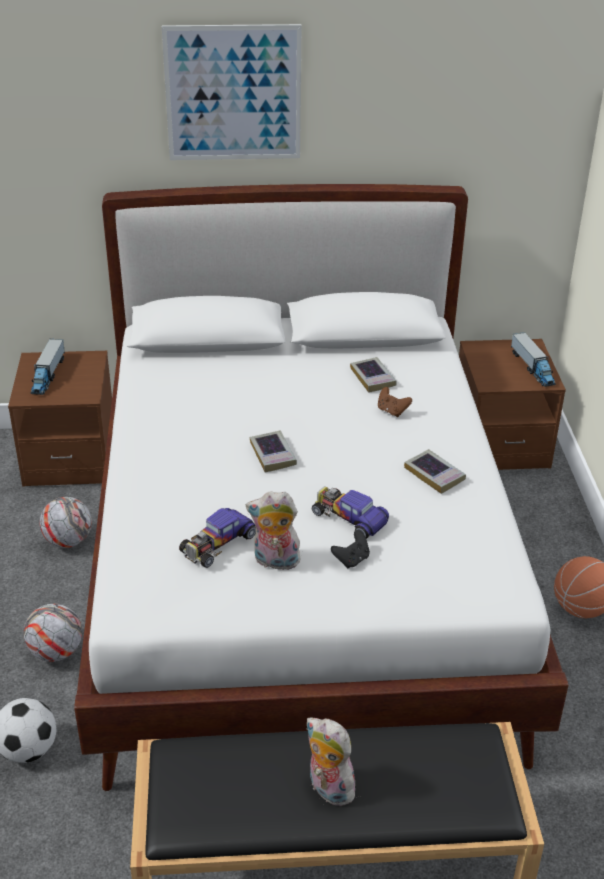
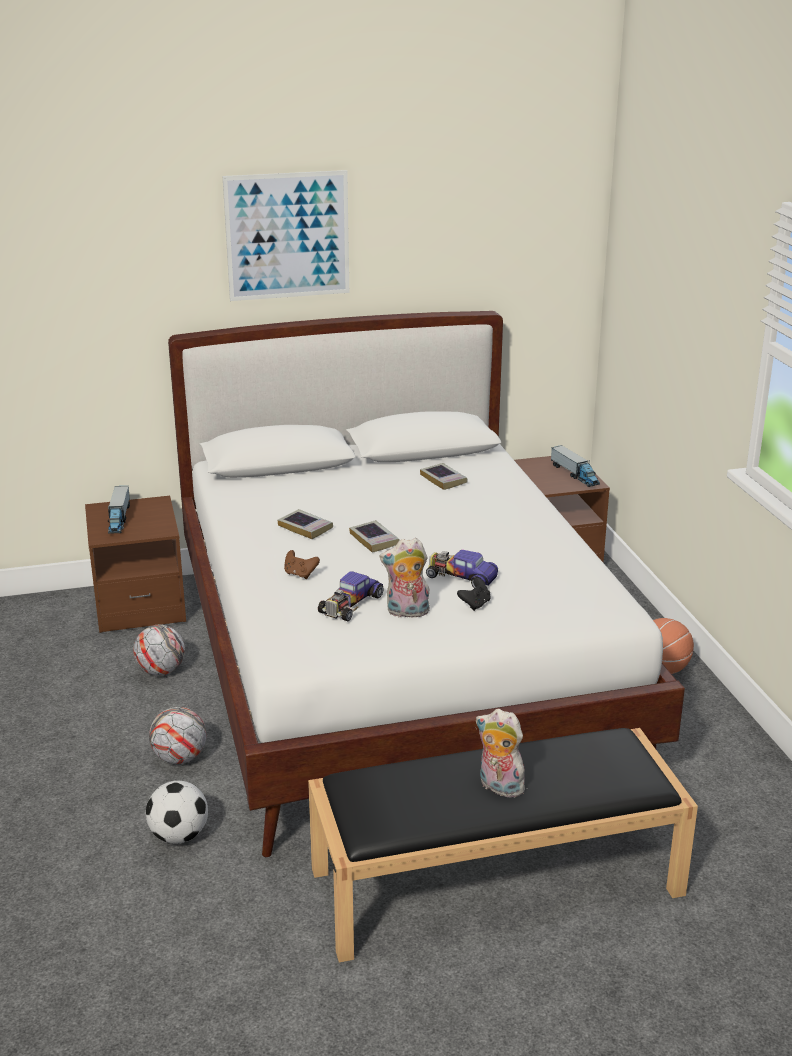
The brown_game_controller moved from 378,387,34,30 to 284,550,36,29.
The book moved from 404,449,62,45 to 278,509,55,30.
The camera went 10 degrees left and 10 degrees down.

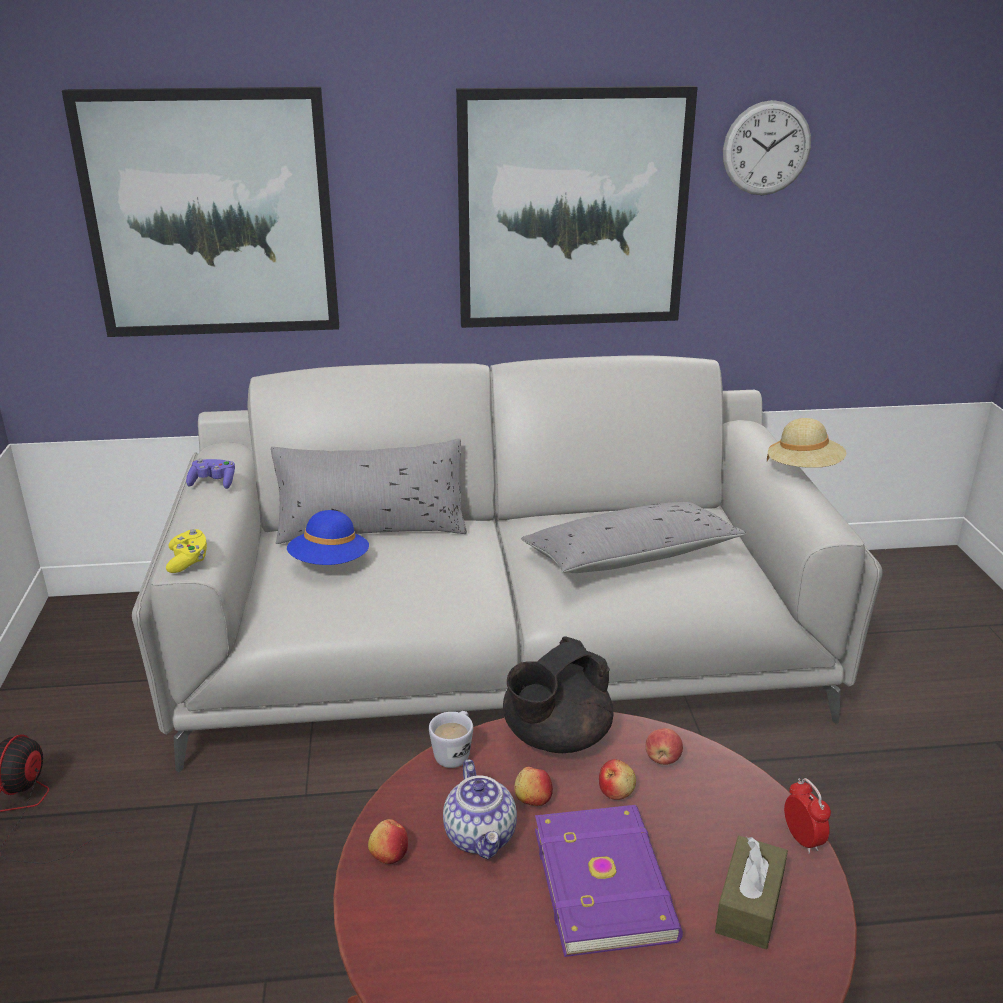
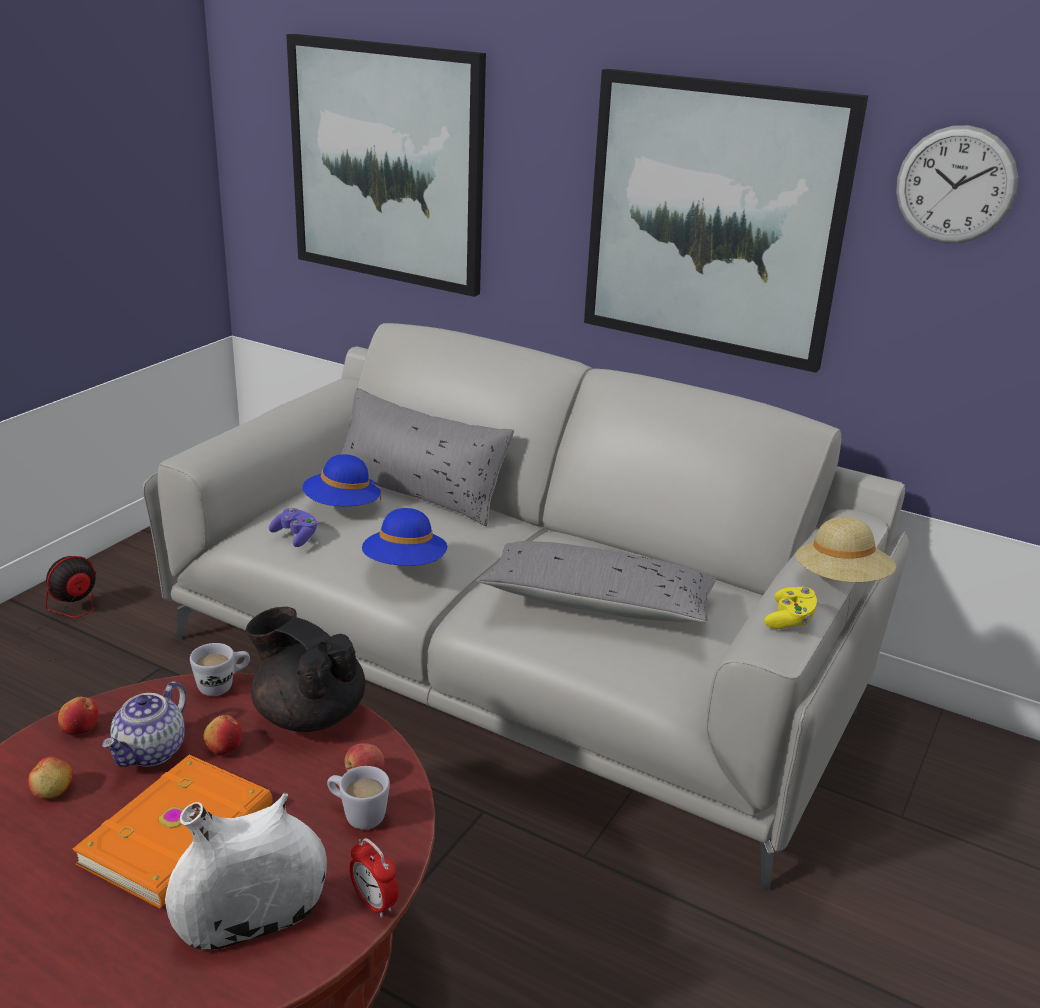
The yellow_game_controller moved from 166,529,41,44 to 764,587,53,42.
The purple_game_controller moved from 186,459,49,30 to 269,508,49,39.
The black_teapot at 503,637,110,116 turned 45 degrees clockwise.
The purple_book at 535,805,148,152 became the orange_book at 73,755,200,153.
The apple moved from 599,759,37,41 to 28,756,45,43.
The brown_tissue_box at 715,836,73,113 was replaced by the white_vase at 165,793,162,157.
The alarm_clock at 784,778,47,76 turned 120 degrees clockwise.
The white_mug at 327,766,63,64 appeared.
The blue_hat at 362,508,85,58 appeared.
The camera went 35 degrees right and 0 degrees up.

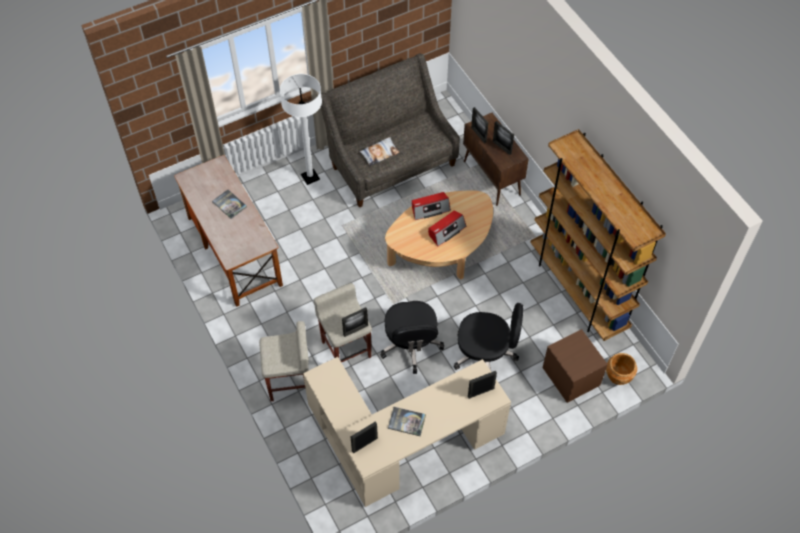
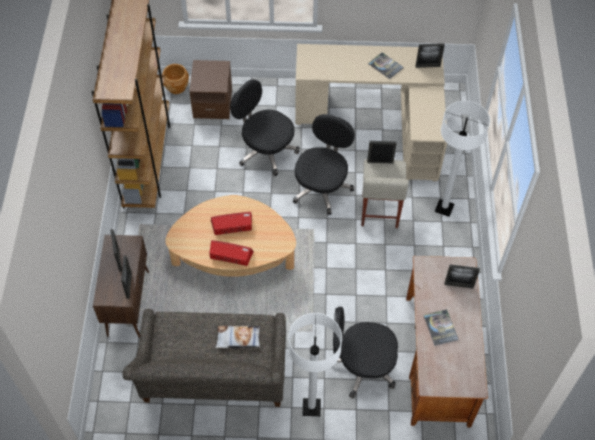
The beige_stool at 259,321,50,80 was replaced by the white_floor_lamp at 435,101,55,116.
The picture_frame moved from 468,371,29,28 to 445,265,35,23.
The black_office_chair at 333,307,65,91 appeared.
The camera went 150 degrees left and 0 degrees up.

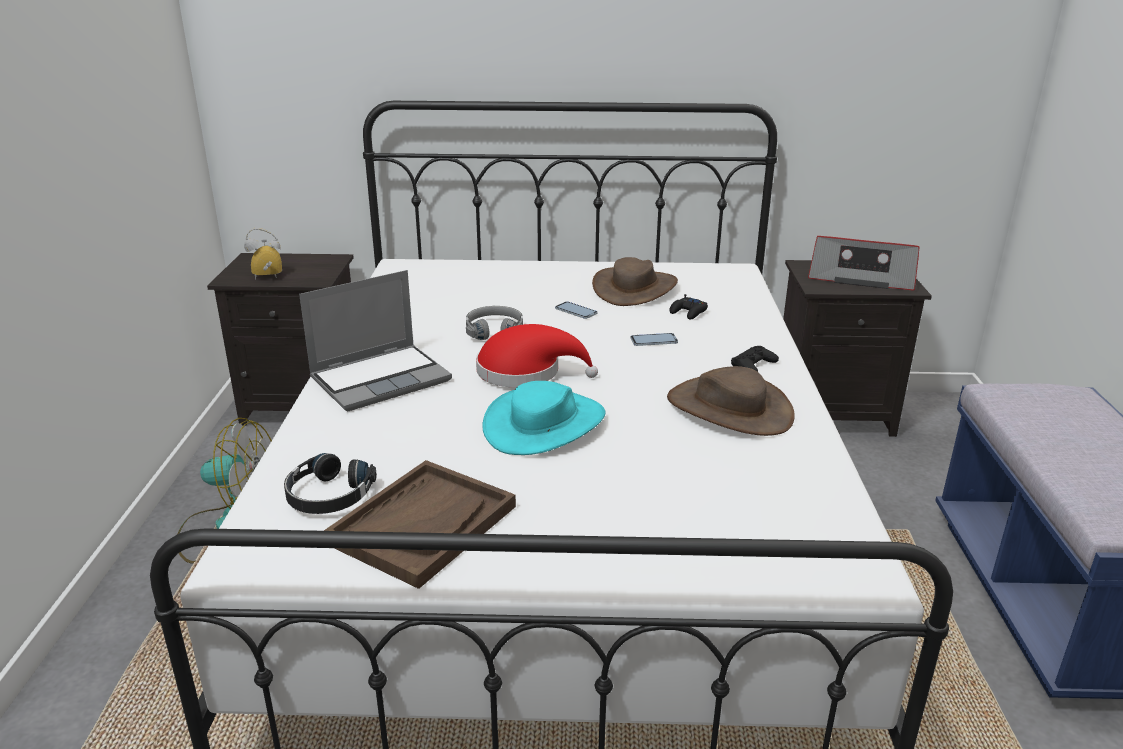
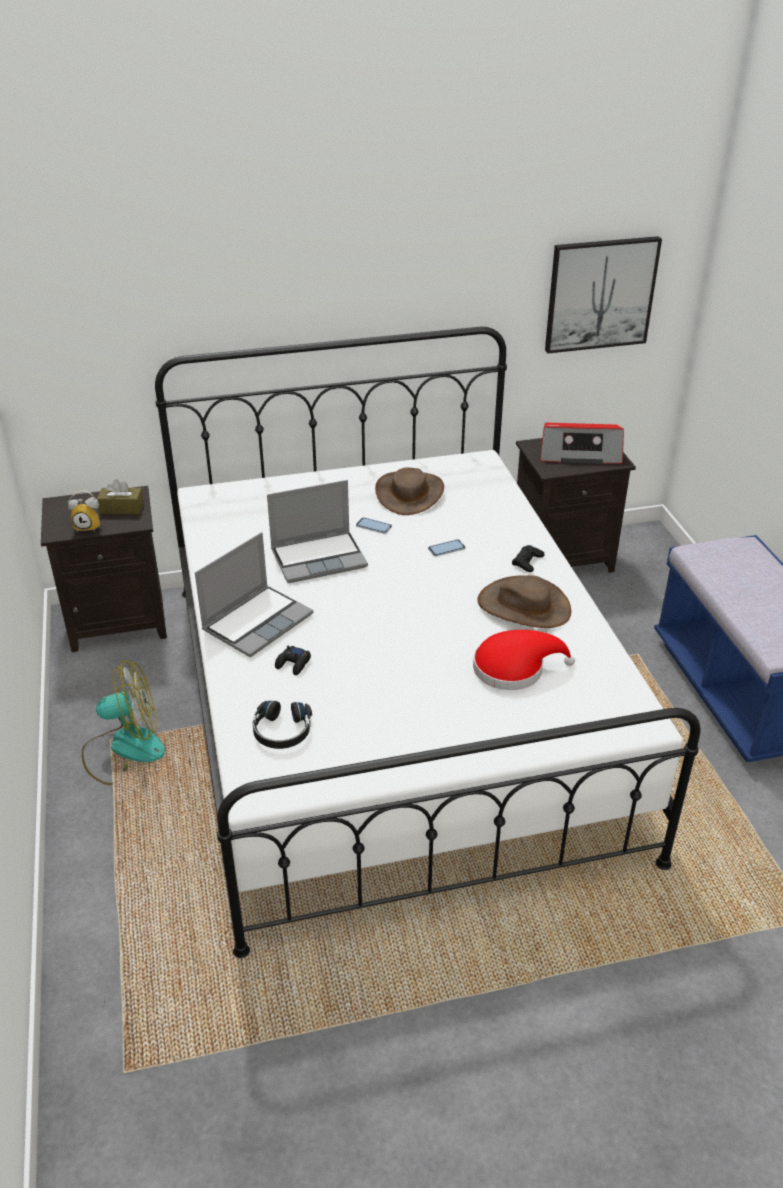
The alarm_clock at 244,228,38,52 turned 150 degrees counterclockwise.
The brown_tray at 324,460,192,129 disappeared.
The grey_headphones at 466,306,57,34 was replaced by the laptop at 267,480,101,103.
The red_hat moved from 476,324,122,63 to 473,630,102,60.
The turquoise_hat at 482,381,123,74 disappeared.
The black_game_controller moved from 669,294,39,26 to 275,646,36,29.
The brown_tissue_box at 97,479,47,35 appeared.
The picture at 545,236,117,117 appeared.
The camera went 15 degrees left and 10 degrees up.

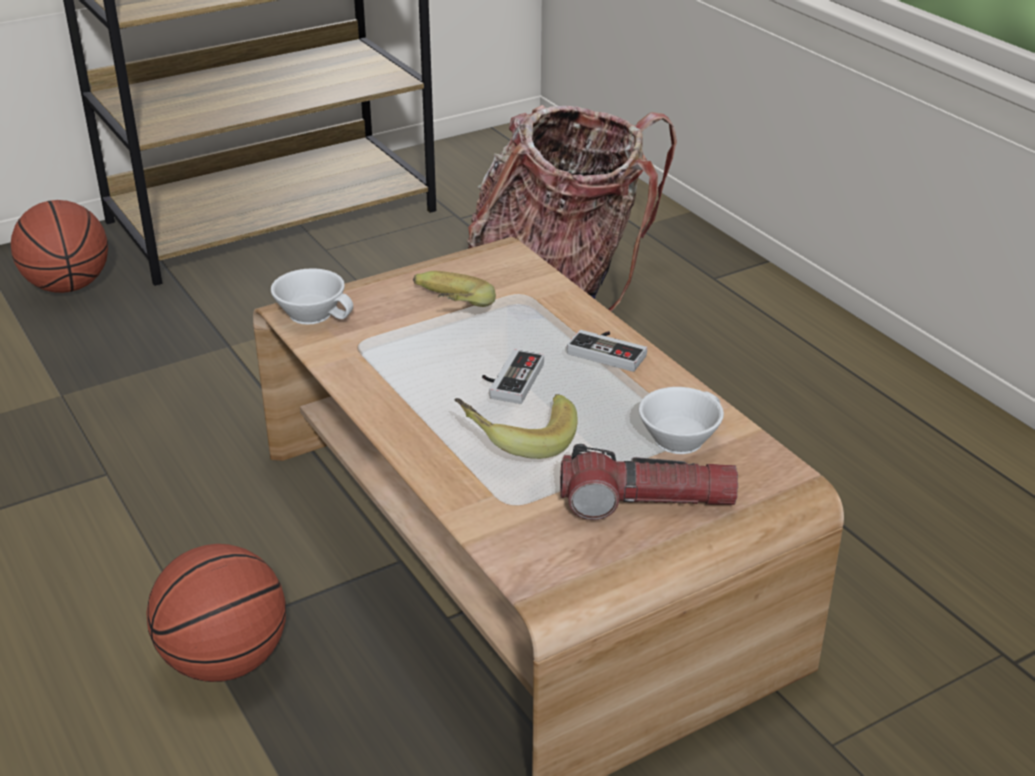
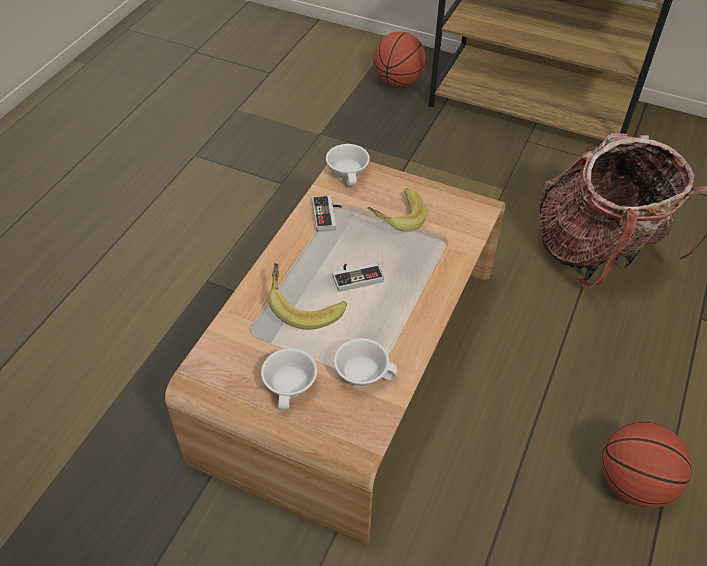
The basketball moved from 146,544,140,138 to 602,421,90,87.
The flashlight at 560,444,178,76 was replaced by the white_cup at 261,348,56,62.
The game_controller moved from 567,330,80,42 to 312,195,30,37.
The camera went 55 degrees right and 15 degrees up.

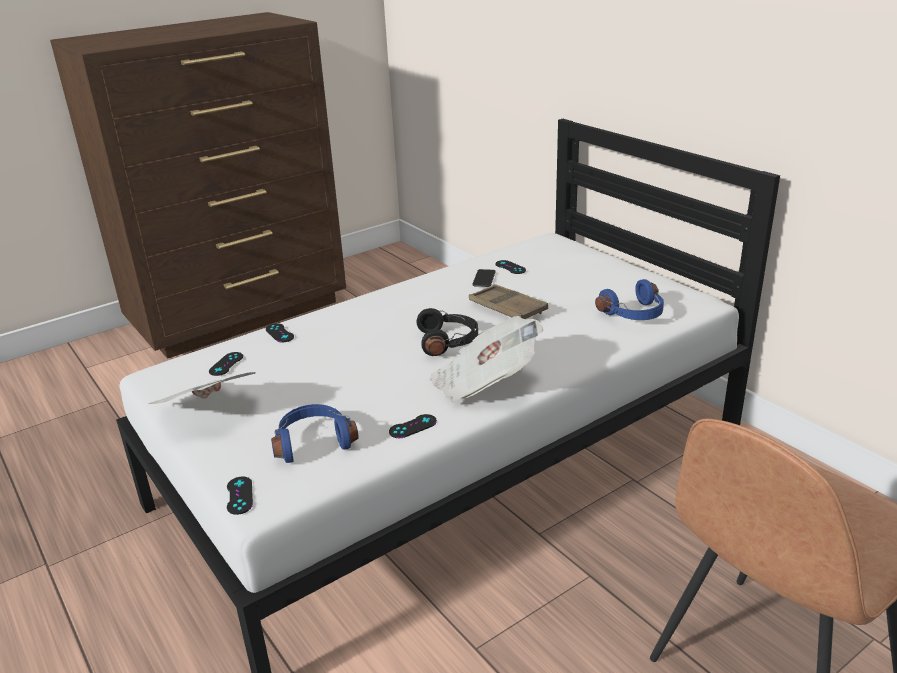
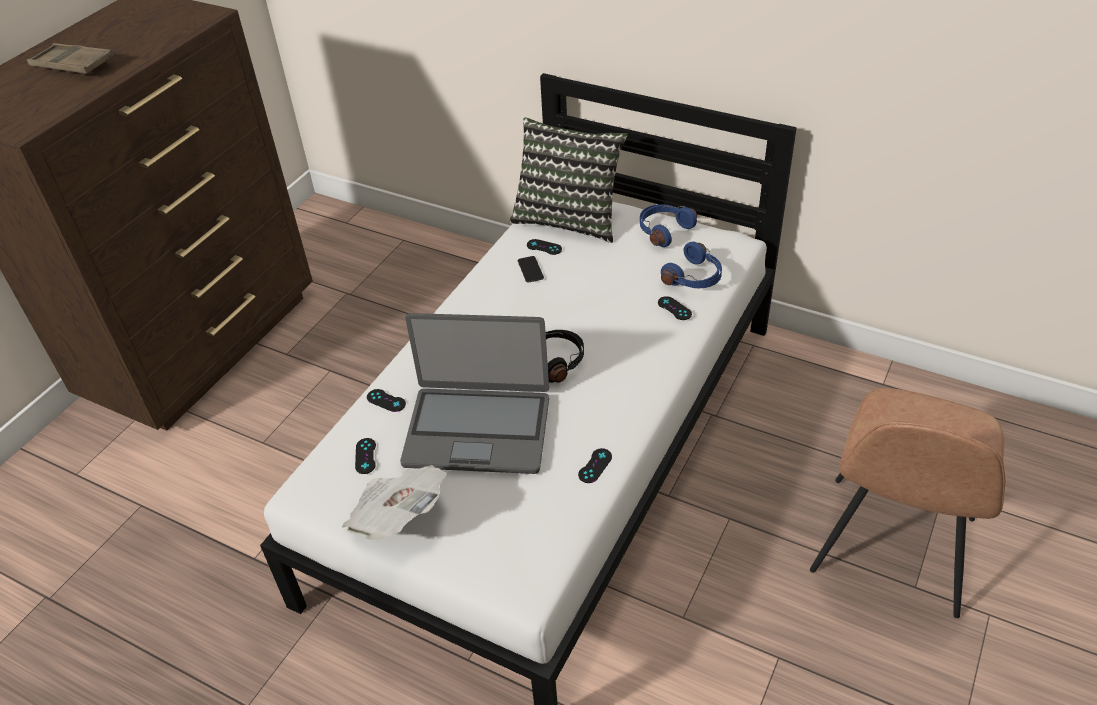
The black_game_controller moved from 227,476,26,39 to 658,296,34,24.
The blue_headphones moved from 271,404,87,59 to 640,204,57,43.
The newspaper at 430,316,113,87 disappeared.
The brown_tray moved from 469,284,79,35 to 27,43,87,31.
The laptop at 400,313,149,161 appeared.
The pillow at 510,117,118,126 appeared.
The camera went 25 degrees left and 15 degrees up.

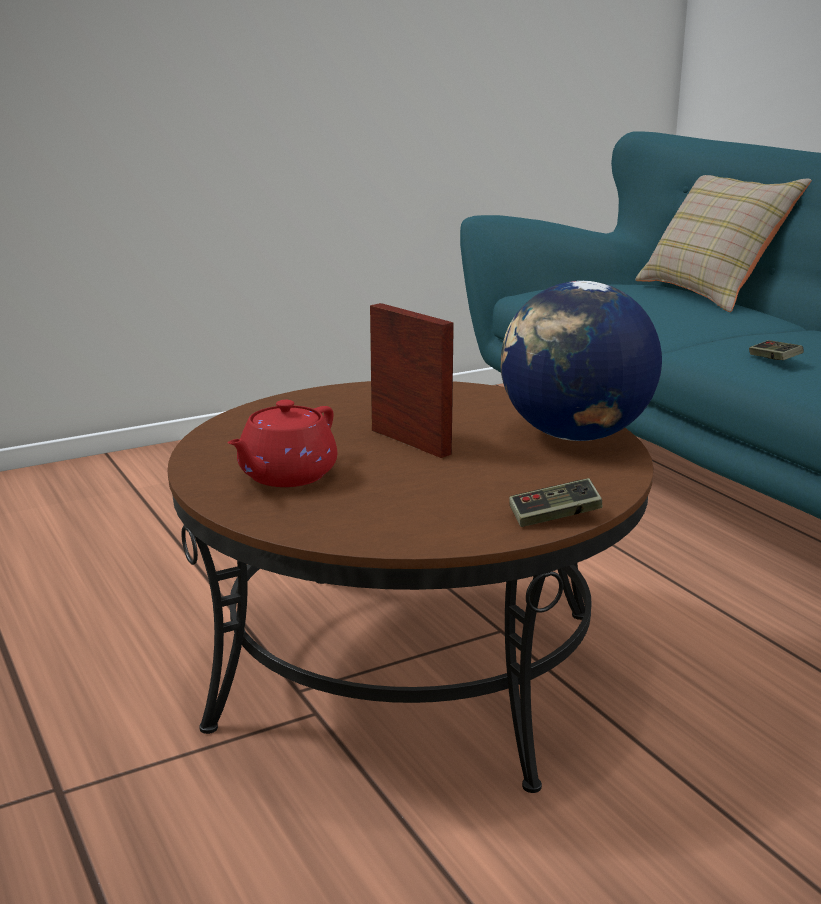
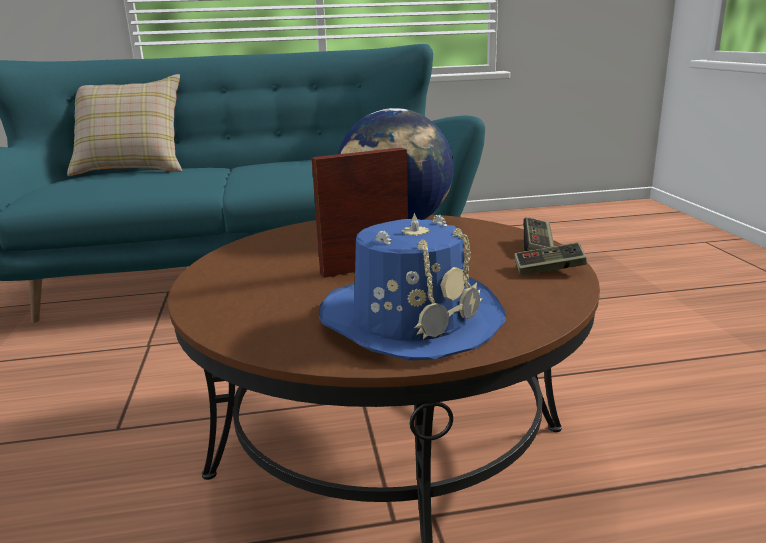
The red_teapot at 227,400,110,87 was replaced by the blue_hat at 319,213,187,148.
The game_controller moved from 749,340,55,20 to 514,242,73,33.
The camera went 70 degrees left and 0 degrees up.

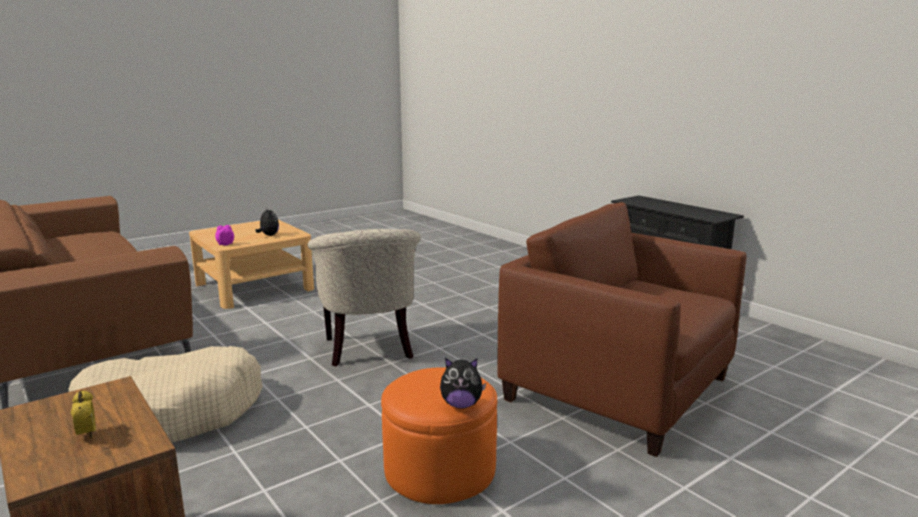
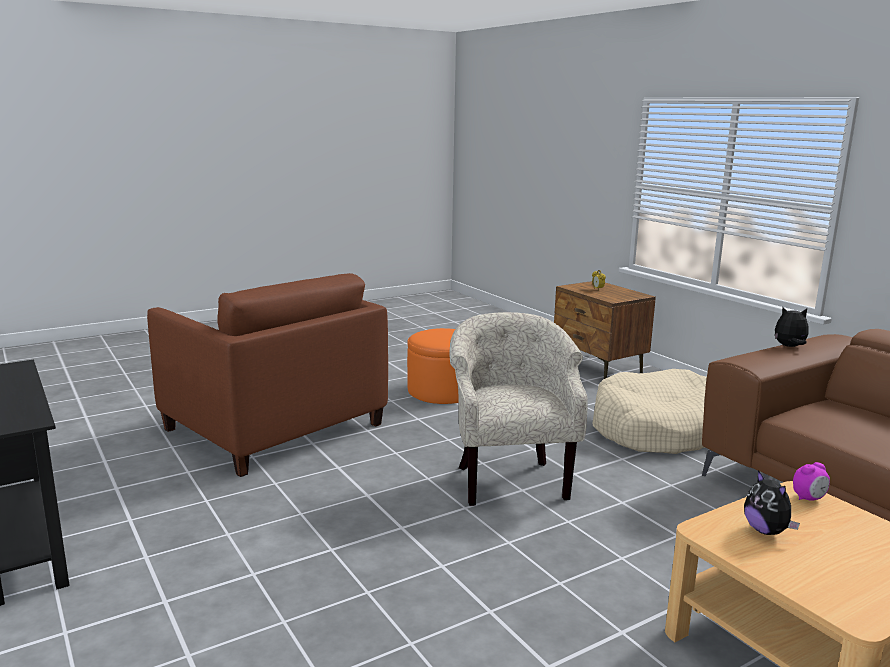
The plush_toy moved from 440,358,46,51 to 775,307,34,40.
The camera went 175 degrees left and 0 degrees up.

